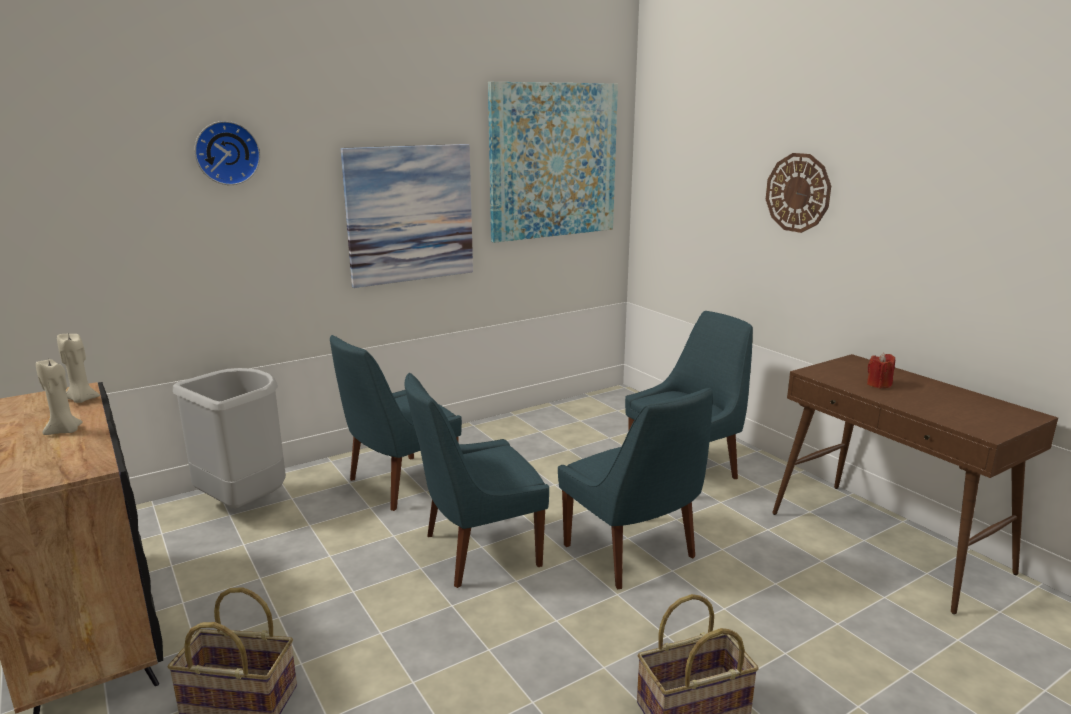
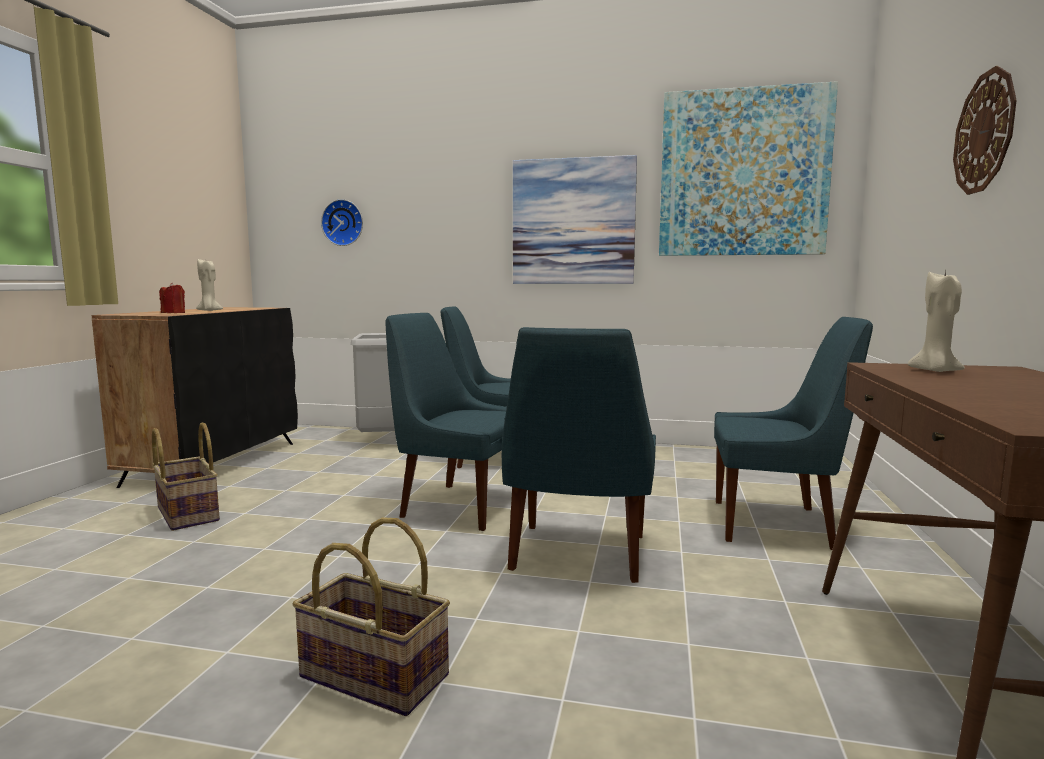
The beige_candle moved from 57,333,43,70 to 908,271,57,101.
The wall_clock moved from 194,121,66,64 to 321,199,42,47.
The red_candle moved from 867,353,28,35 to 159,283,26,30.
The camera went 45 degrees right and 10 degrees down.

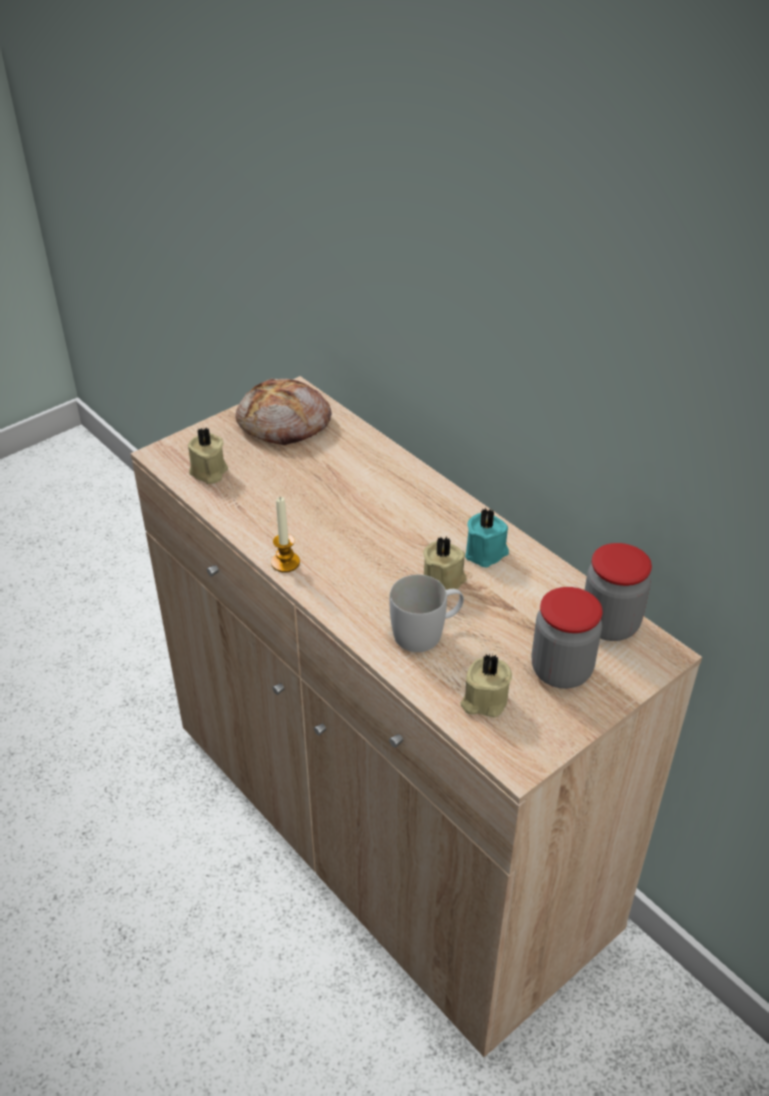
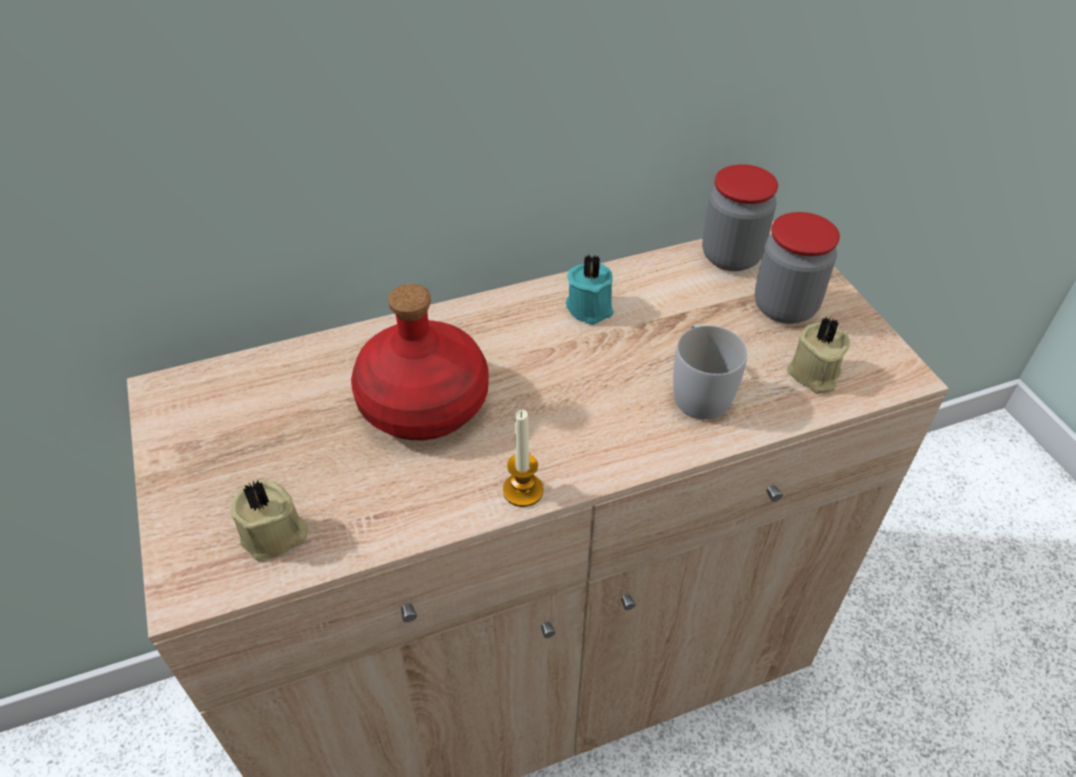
The bread at 235,379,97,66 disappeared.
The beige_candle at 423,536,44,54 disappeared.
The red_bottle at 351,284,137,156 appeared.
The camera went 70 degrees left and 5 degrees up.

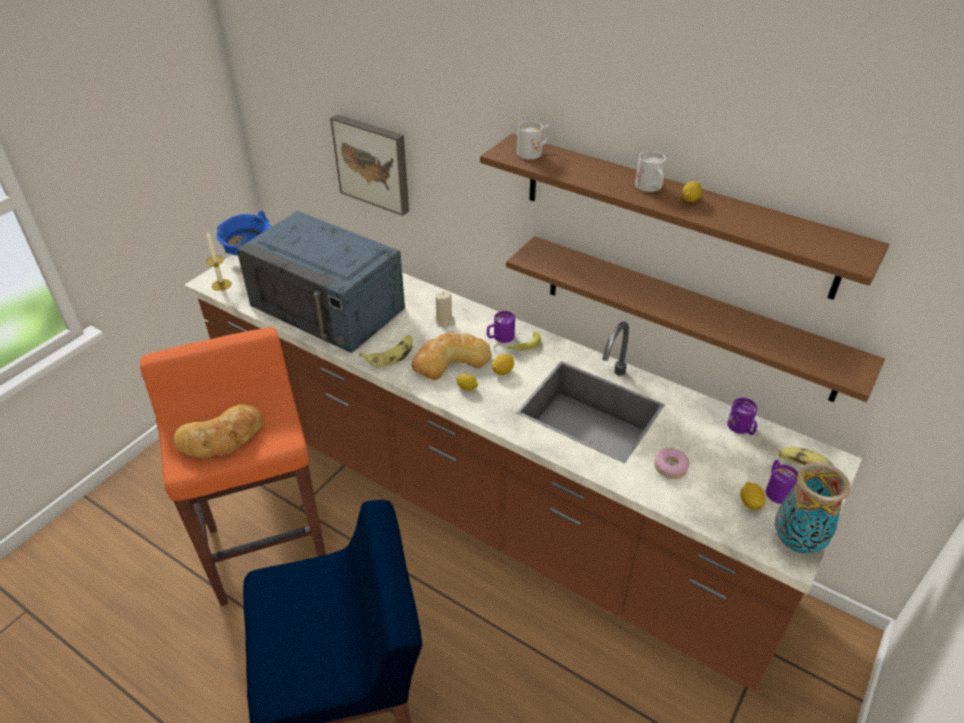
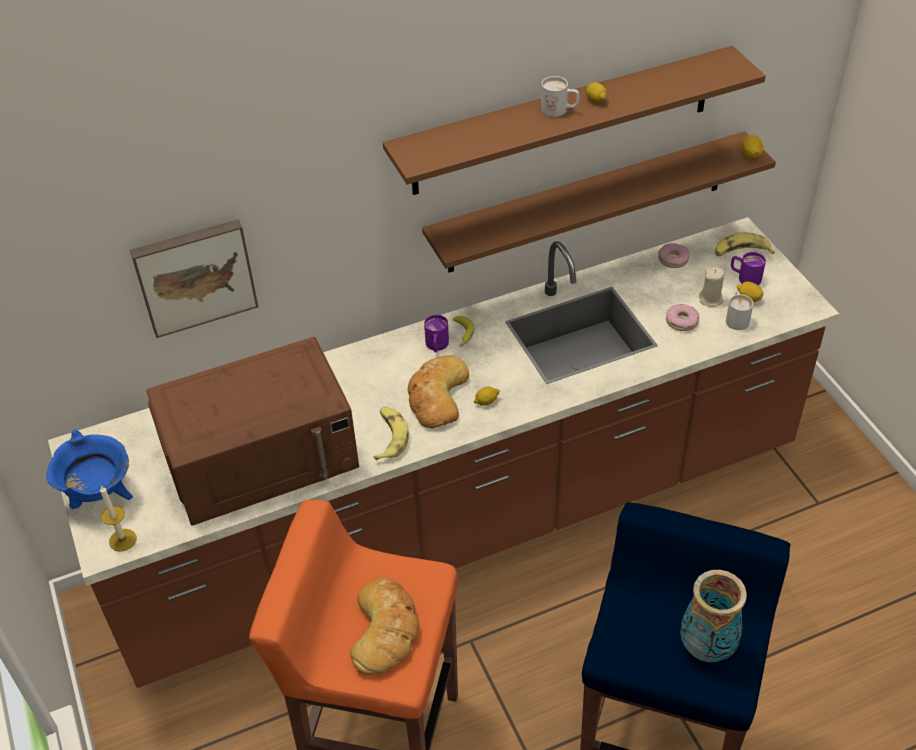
The blue_microwave at 237,211,168,142 became the brown_microwave at 146,337,213,189.
The beige_candle moved from 435,291,20,37 to 699,267,25,40.
The lemon moved from 492,354,22,21 to 741,135,22,24.
The white_mug moved from 517,121,33,38 to 726,291,27,39.
The purple_mug at 727,398,31,37 was replaced by the donut at 658,243,32,25.
The vase moved from 774,462,76,92 to 680,570,67,92.
The camera went 55 degrees left and 5 degrees up.

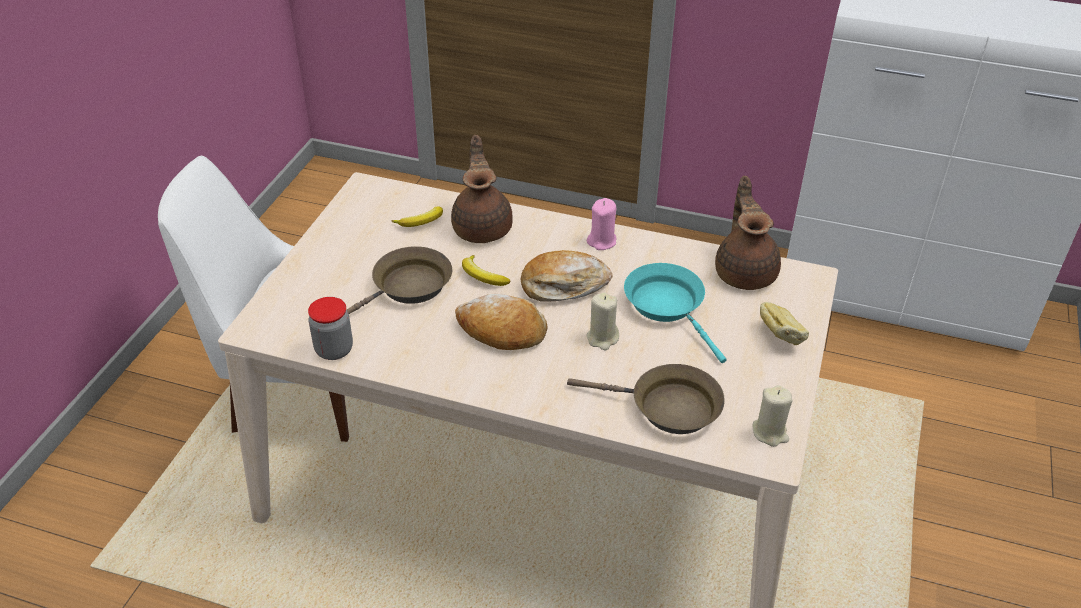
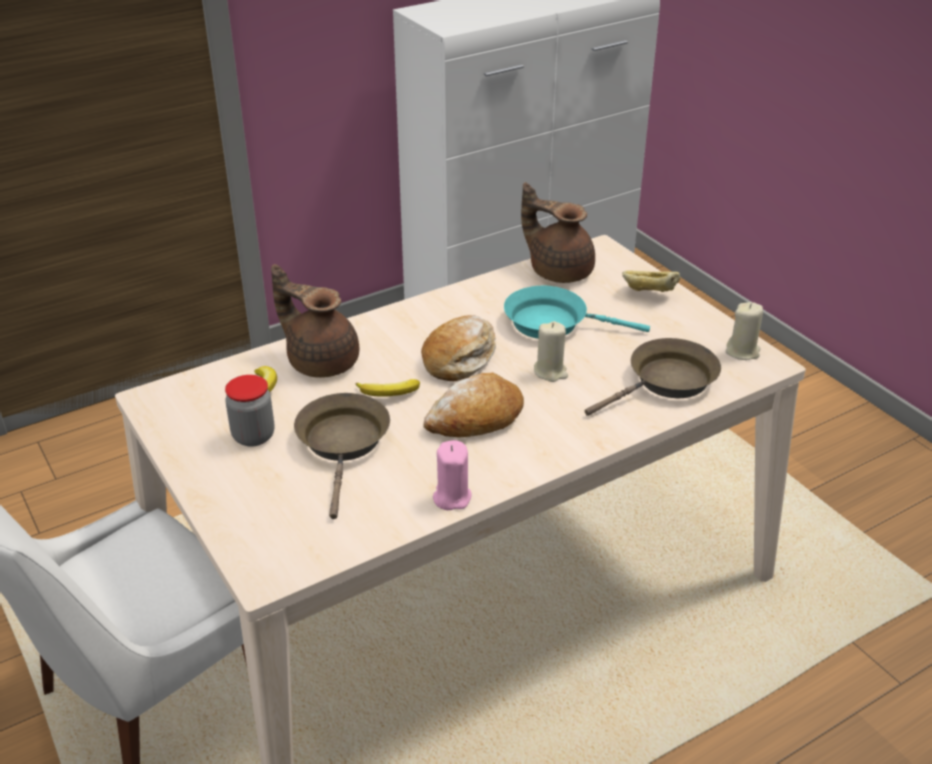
The jar moved from 308,297,45,63 to 225,375,50,72.
The pink_candle moved from 587,198,30,52 to 433,440,39,70.
The camera went 50 degrees left and 5 degrees down.

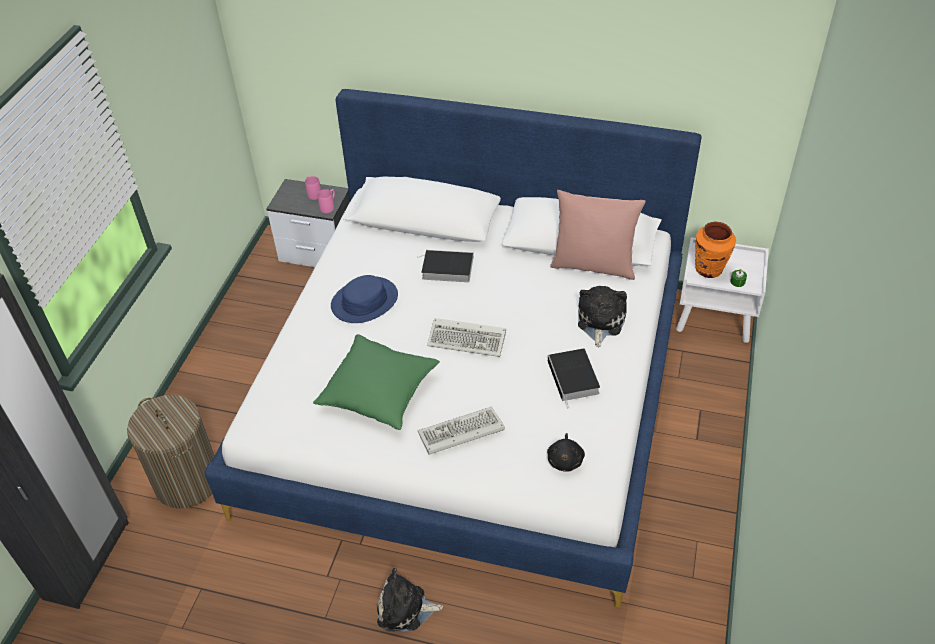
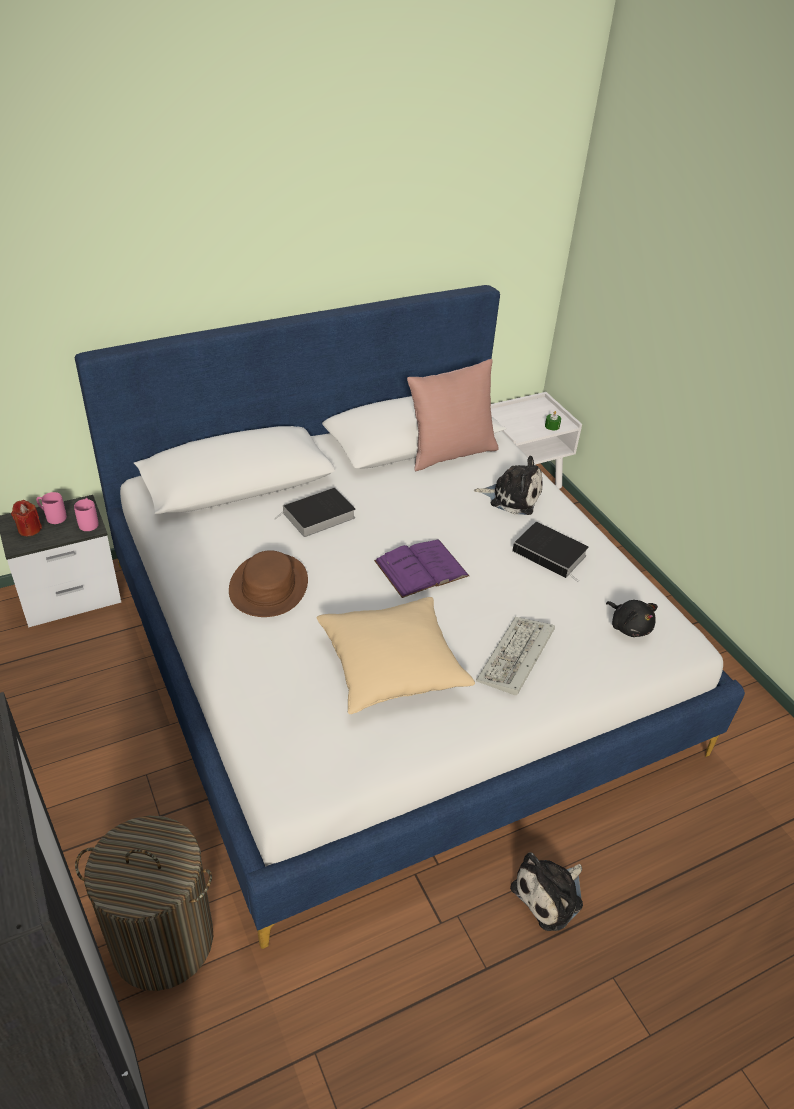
The green_pillow at 313,334,127,96 became the beige_pillow at 317,597,158,117.
The blue_hat at 331,275,67,48 became the brown_hat at 229,550,79,67.
The keyboard at 427,318,79,39 was replaced by the purple_book at 374,540,95,58.
The plush_toy at 578,286,49,61 turned 135 degrees clockwise.
The orange_vase at 695,221,41,57 disappeared.
The red_candle at 11,500,31,36 appeared.
The camera went 45 degrees left and 5 degrees down.

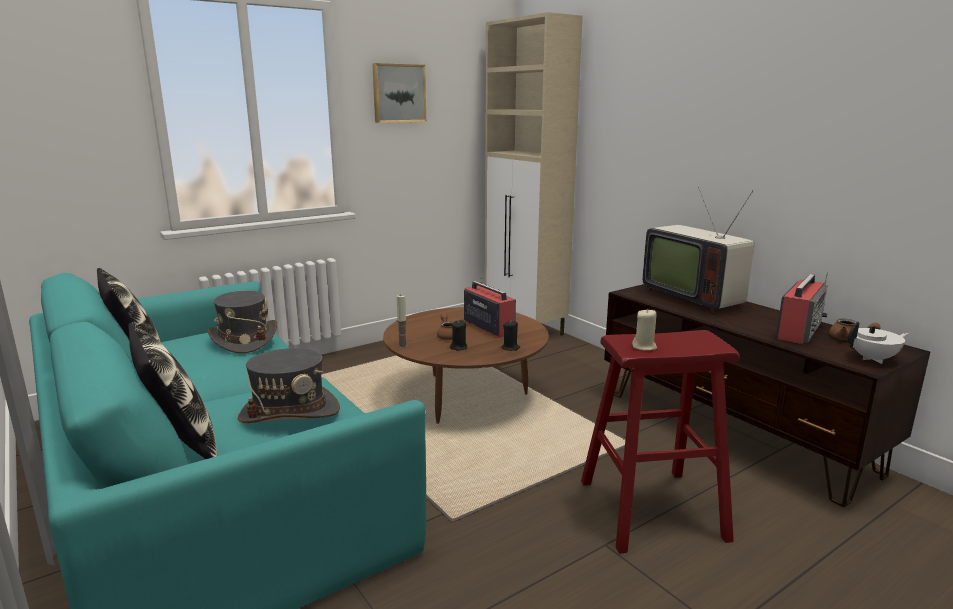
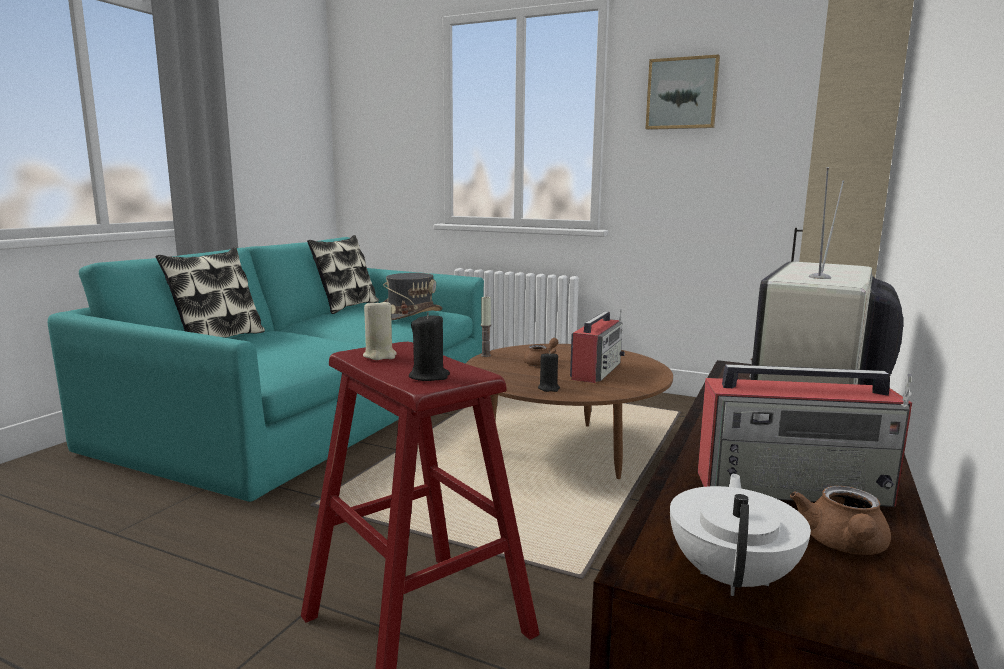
The grey_hat at 238,348,102,75 disappeared.
The black_candle moved from 450,320,17,31 to 409,312,41,69.
The white_teapot at 848,322,61,42 turned 120 degrees counterclockwise.
The camera went 60 degrees right and 5 degrees down.

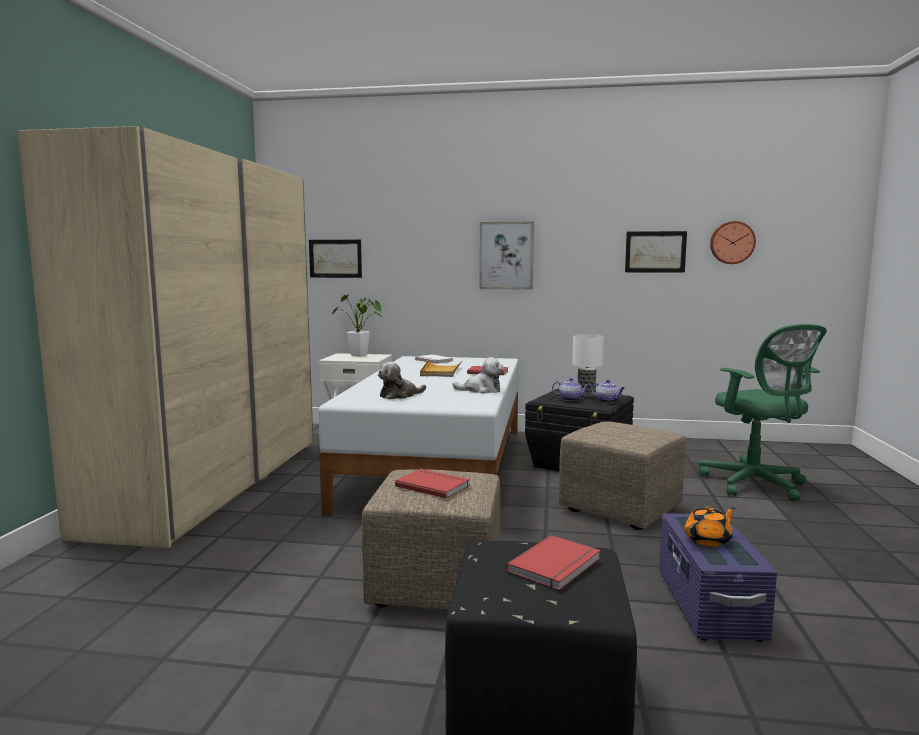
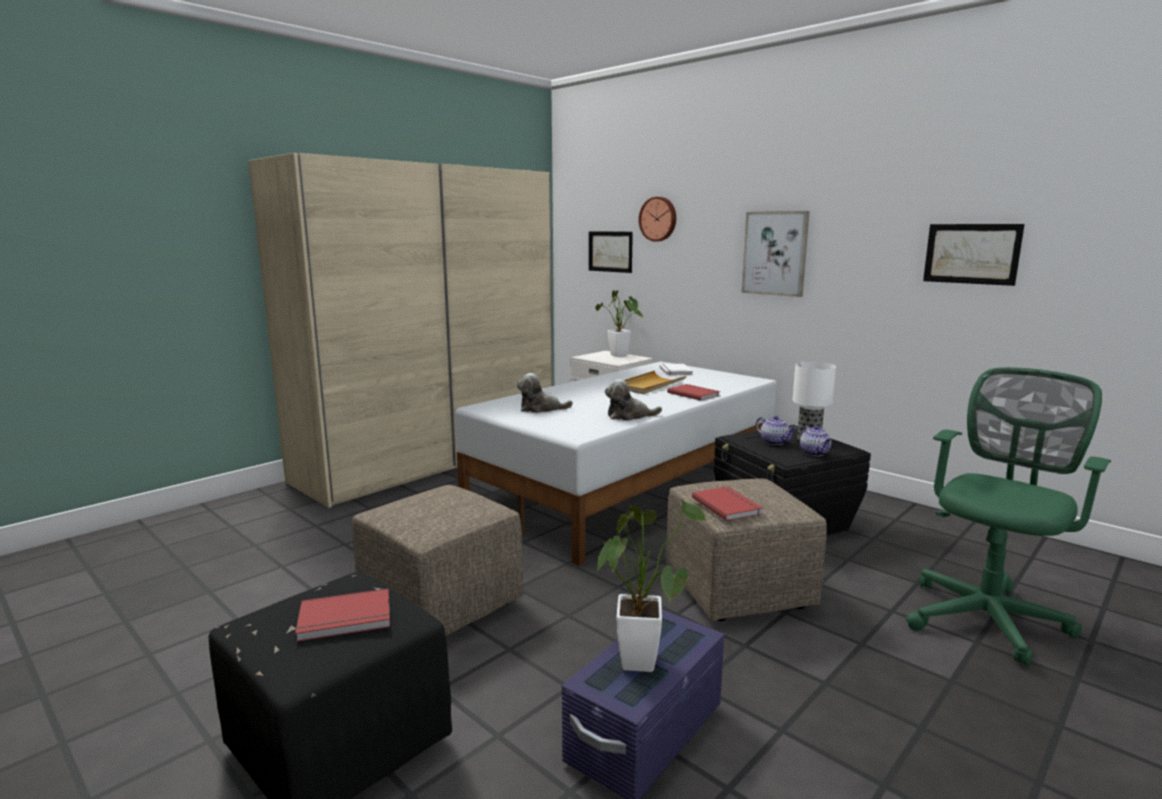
The red_book moved from 395,469,75,29 to 692,486,72,35.
The plush_toy at 452,357,52,37 turned 135 degrees clockwise.
The orange_teapot at 684,507,51,40 was replaced by the potted_plant at 597,499,110,173.
The green_office_chair at 698,324,129,177 turned 150 degrees counterclockwise.
The wall_clock moved from 710,221,46,43 to 639,197,37,44.
The camera went 35 degrees right and 5 degrees up.

